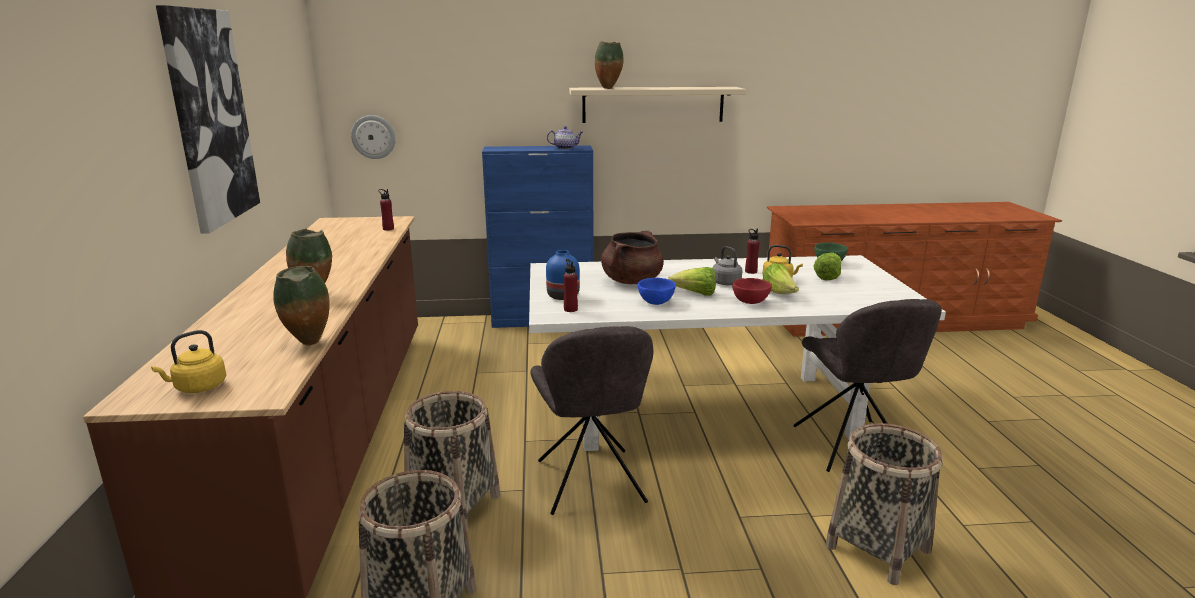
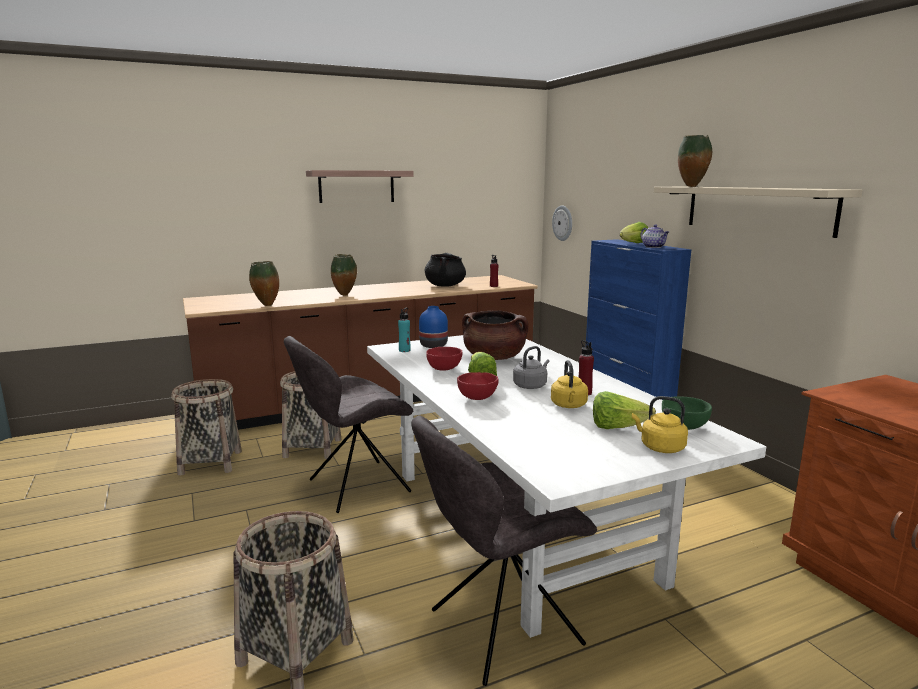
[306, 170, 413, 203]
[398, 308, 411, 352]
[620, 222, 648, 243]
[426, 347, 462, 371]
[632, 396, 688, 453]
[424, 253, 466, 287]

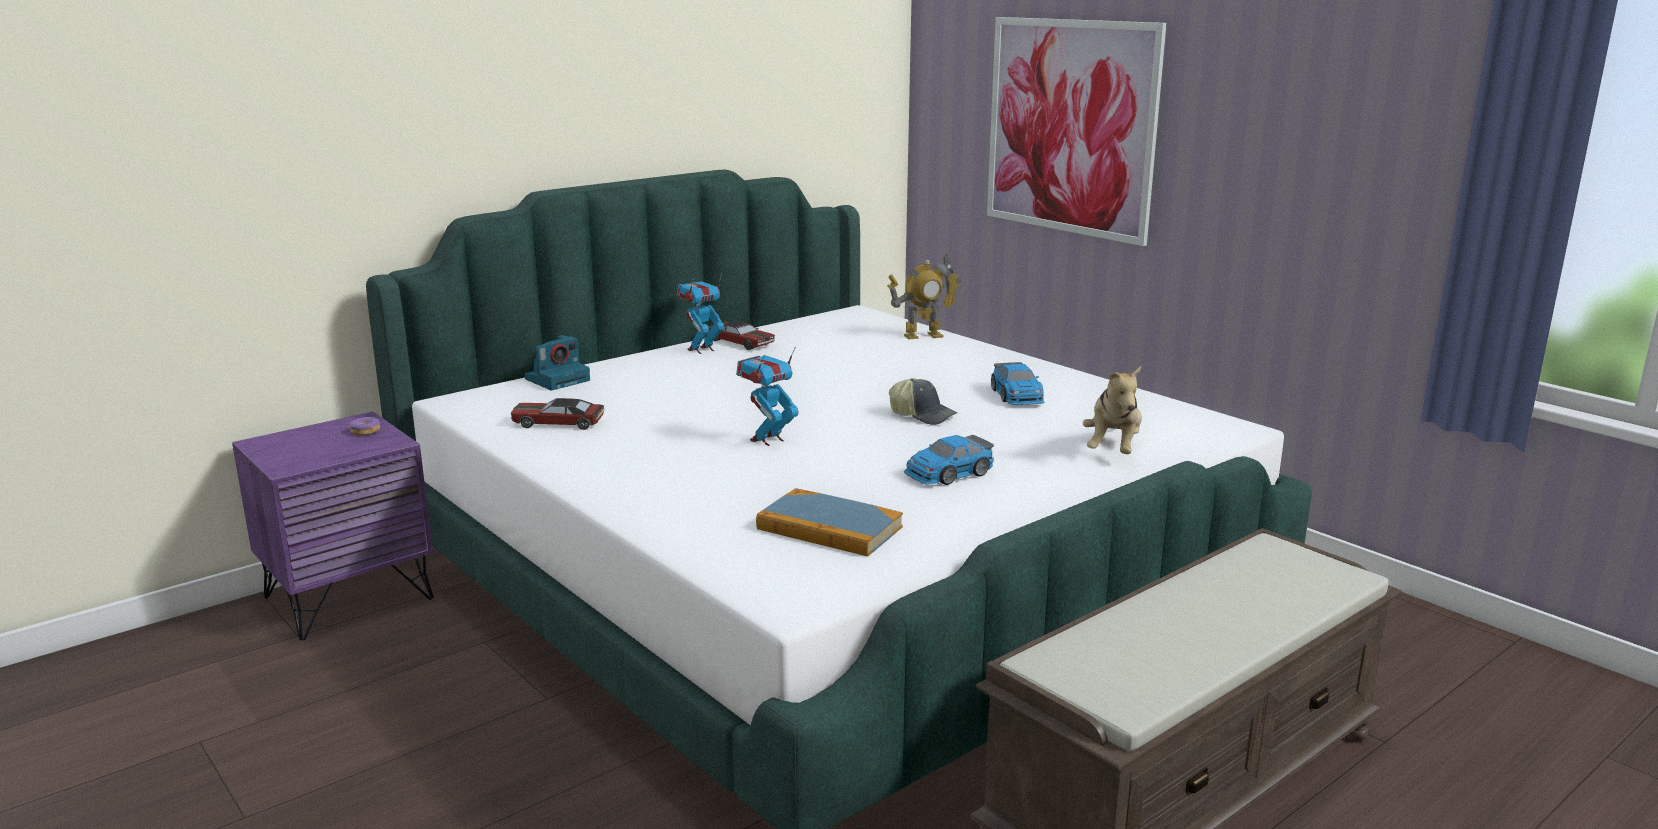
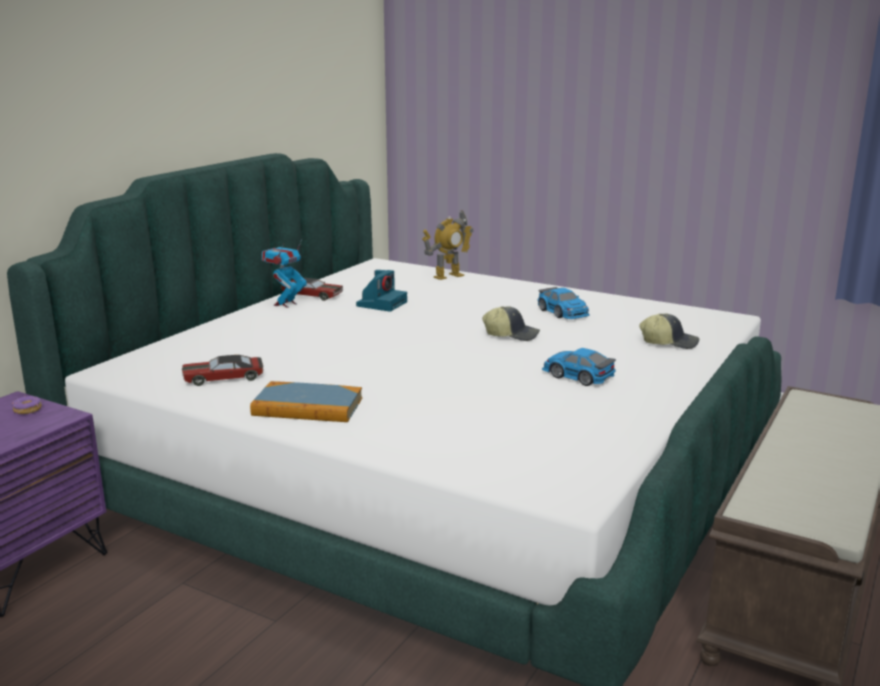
[987, 17, 1167, 246] (first image)
[356, 270, 407, 312]
[736, 347, 798, 446] (first image)
[639, 314, 699, 349]
[542, 348, 616, 386]
[250, 381, 362, 422]

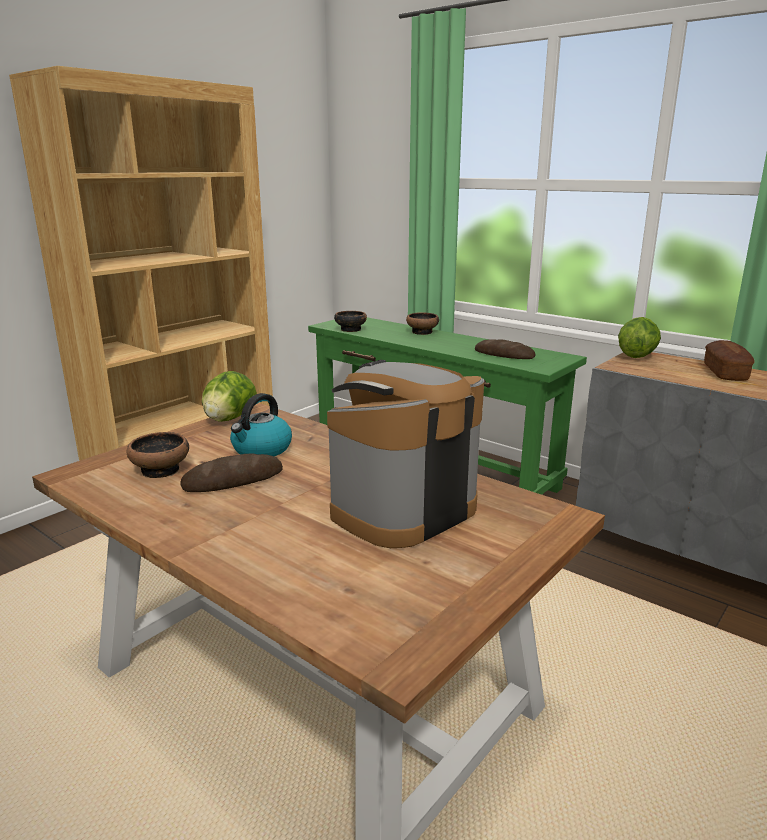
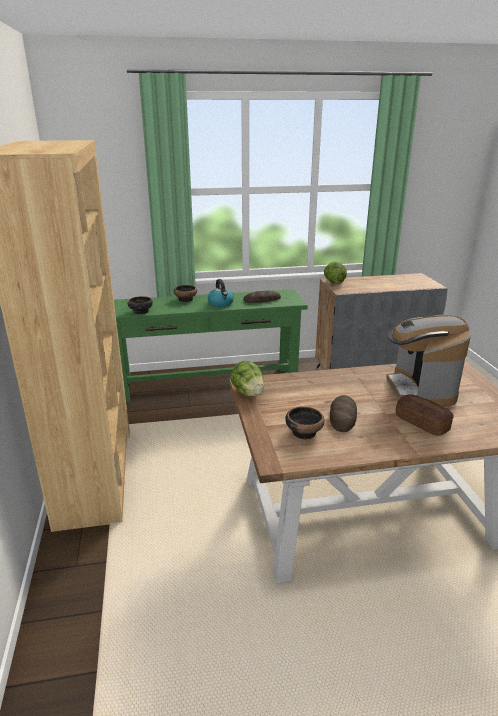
[396, 395, 454, 436]
[208, 279, 234, 307]

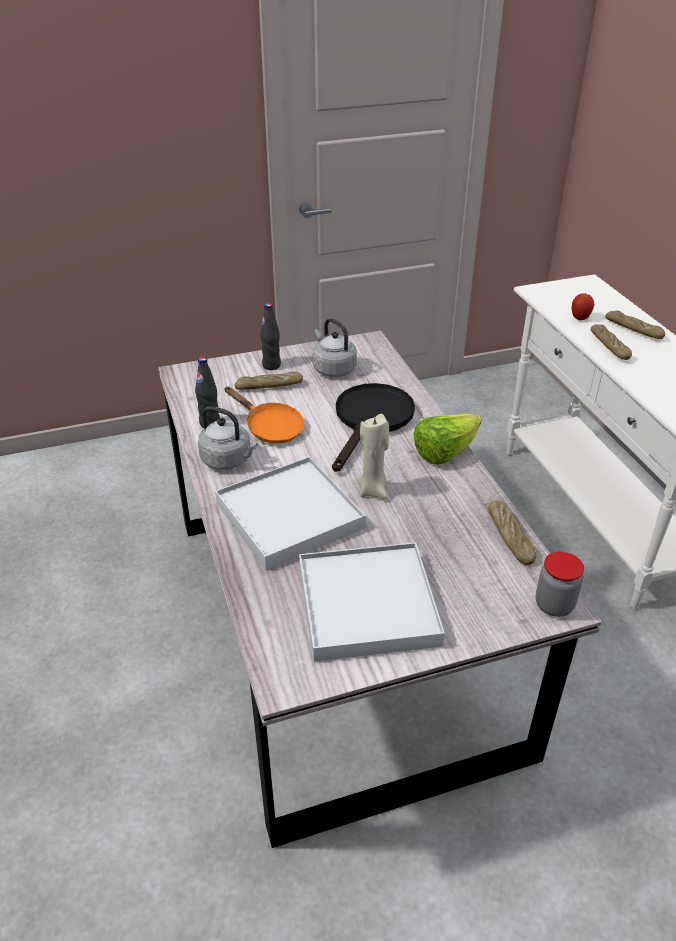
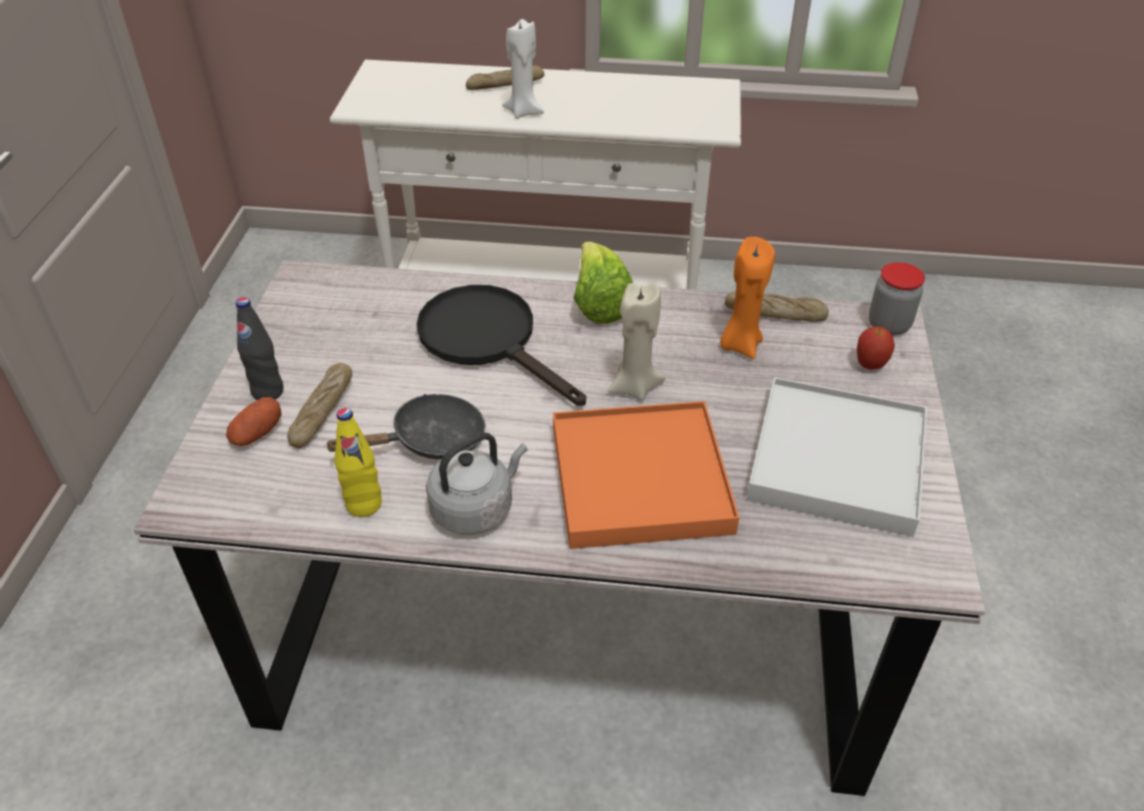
[857, 326, 895, 370]
[313, 318, 357, 377] (first image)
[502, 19, 544, 119]
[335, 408, 382, 517]
[324, 394, 486, 459]
[553, 401, 739, 549]
[720, 237, 775, 359]
[226, 397, 282, 446]

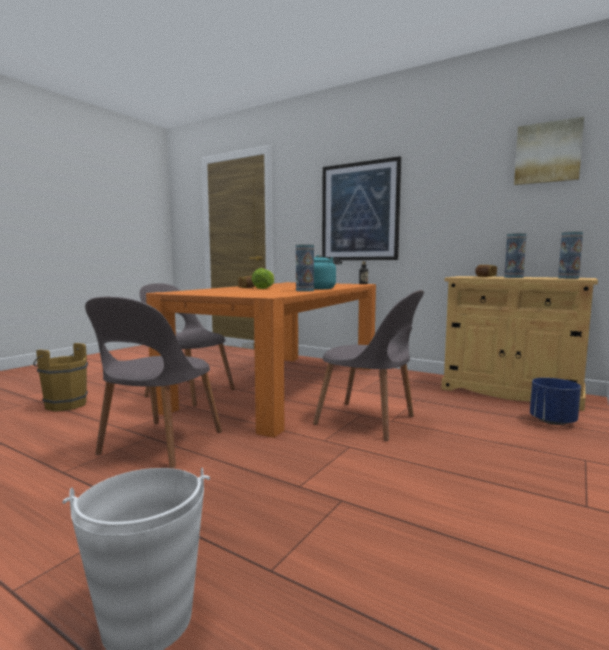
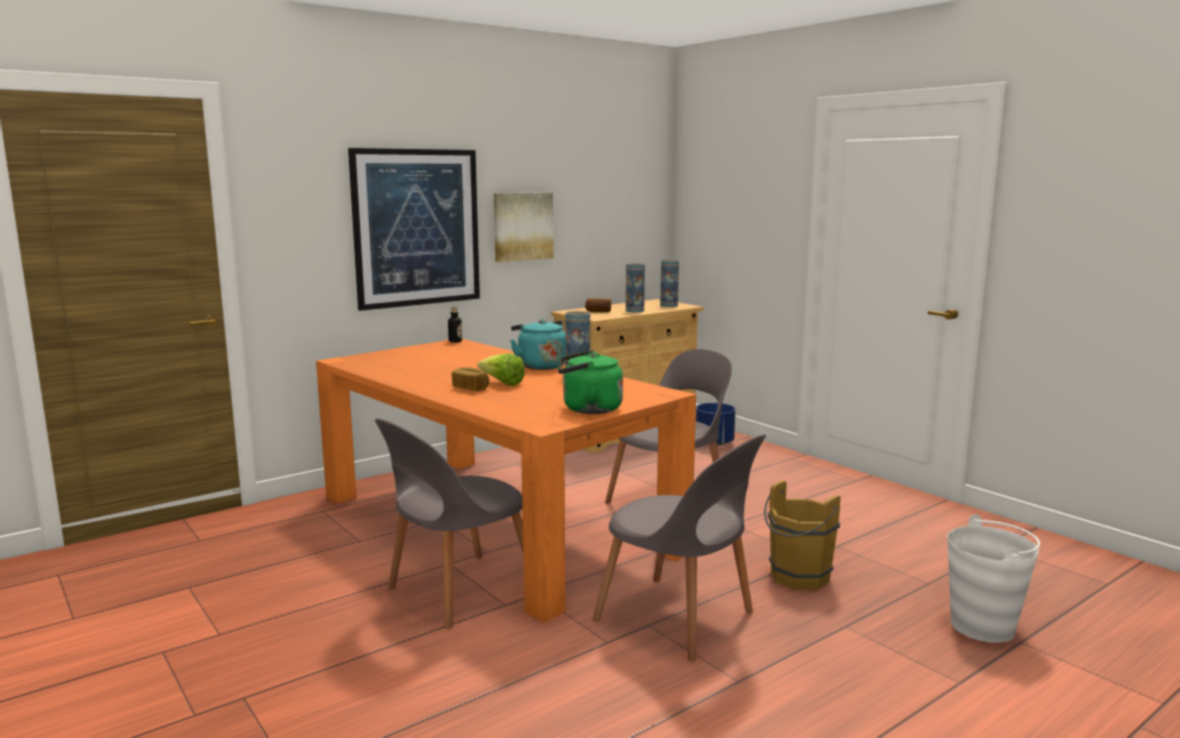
[494, 192, 554, 262]
[764, 480, 841, 590]
[558, 350, 623, 414]

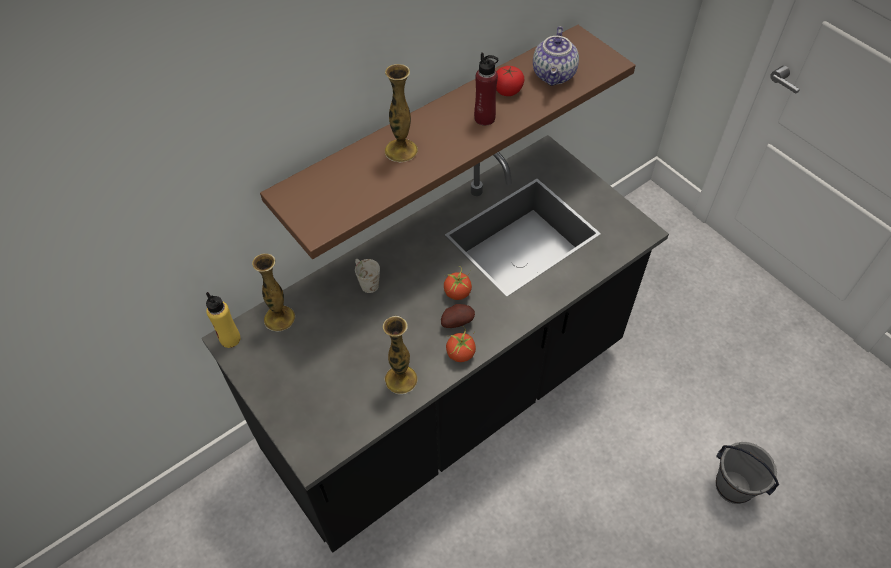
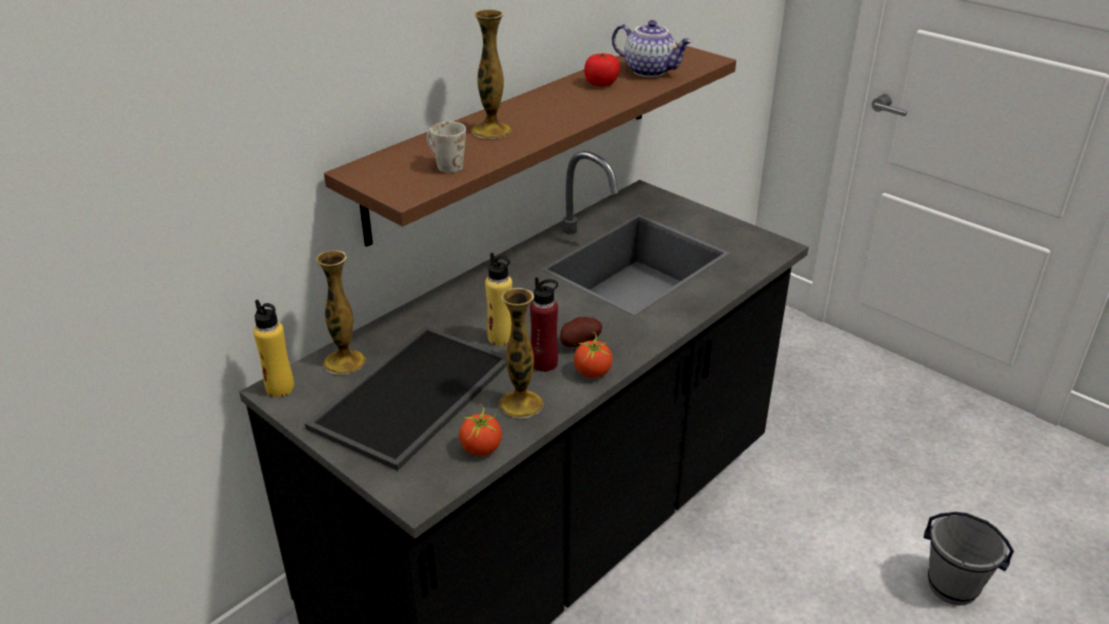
[612, 20, 692, 77]
[530, 277, 558, 372]
[427, 121, 466, 173]
[459, 404, 502, 456]
[485, 253, 512, 346]
[305, 326, 507, 471]

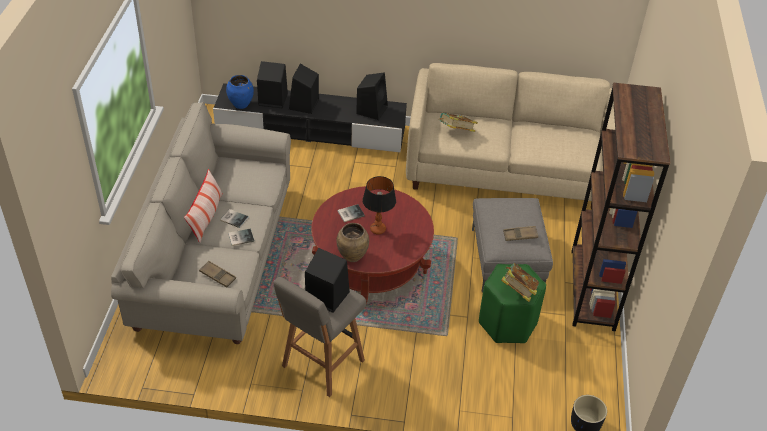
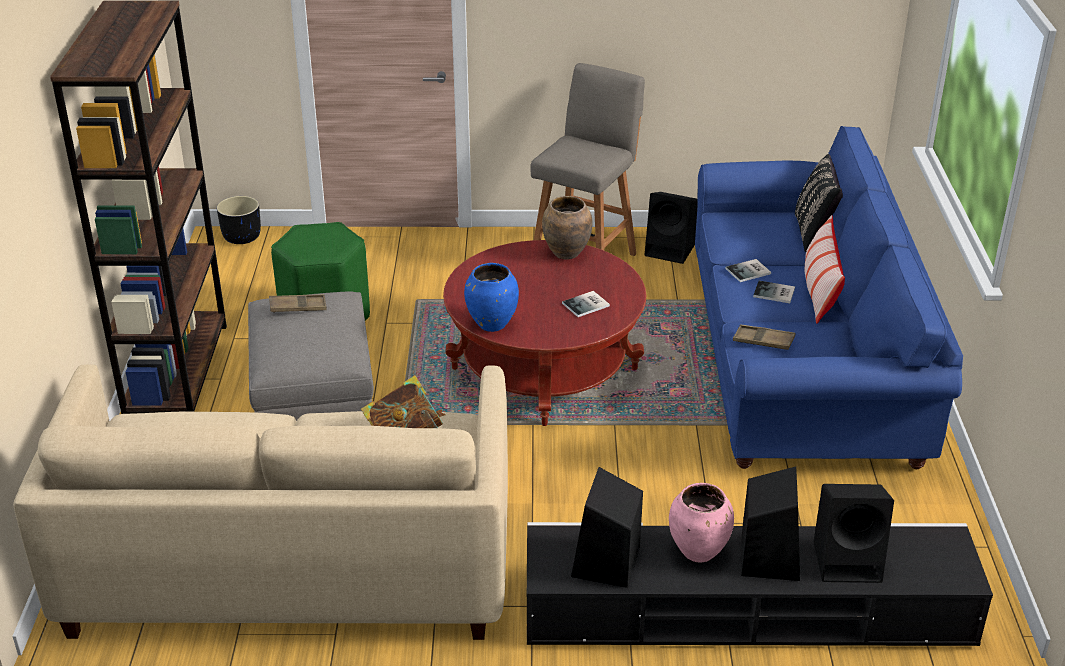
[464, 263, 519, 332]
[695, 126, 963, 469]
[362, 176, 396, 235] (first image)
[645, 192, 698, 264]
[733, 324, 795, 350]
[501, 263, 539, 302] (first image)
[795, 154, 843, 252]
[669, 483, 734, 563]

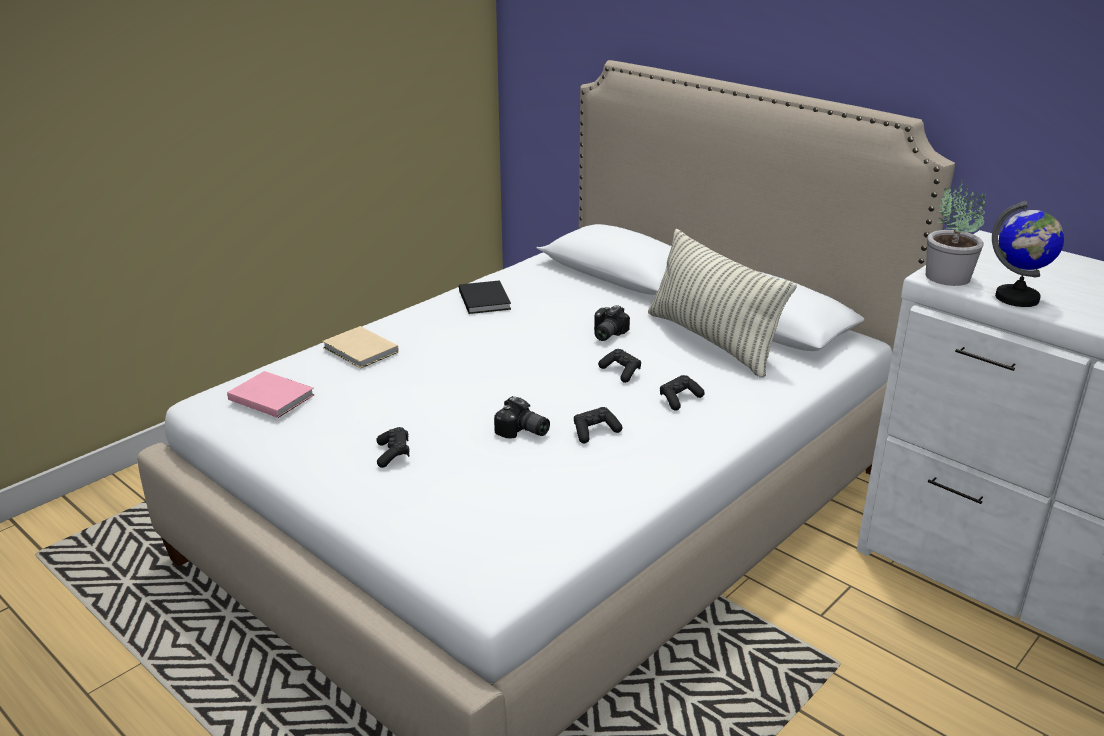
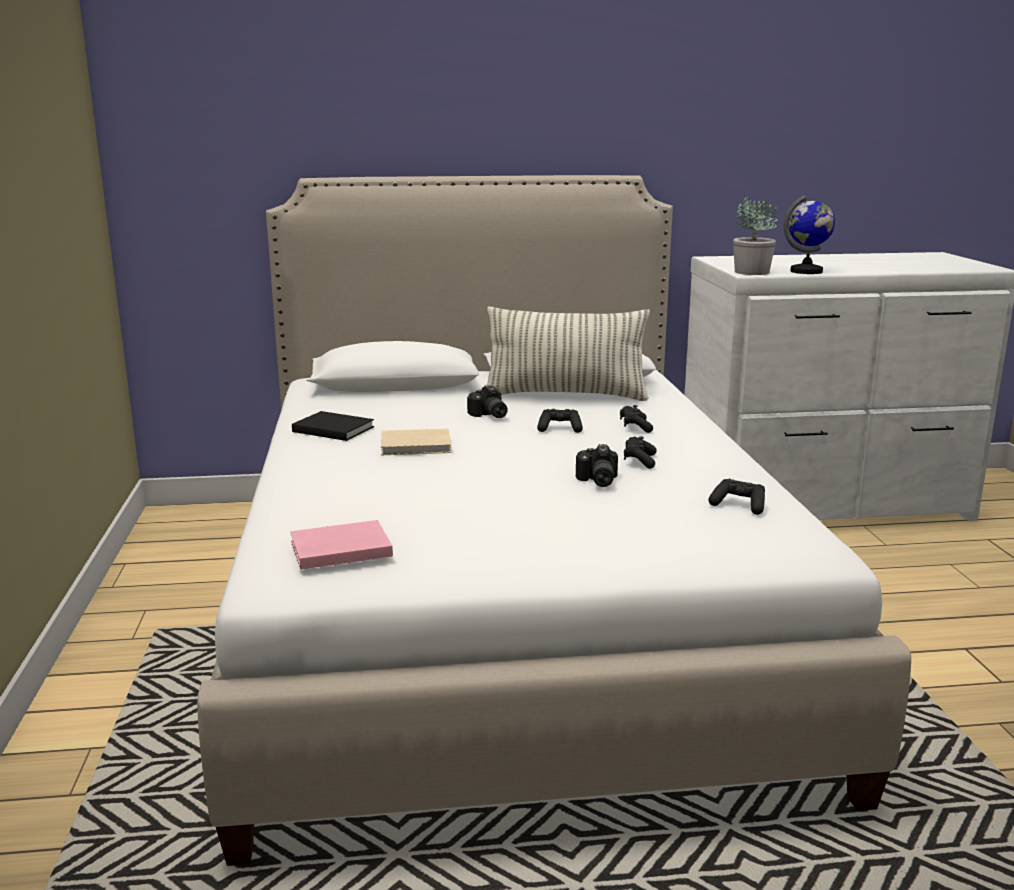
[381, 428, 451, 455]
[576, 444, 618, 487]
[708, 479, 765, 515]

